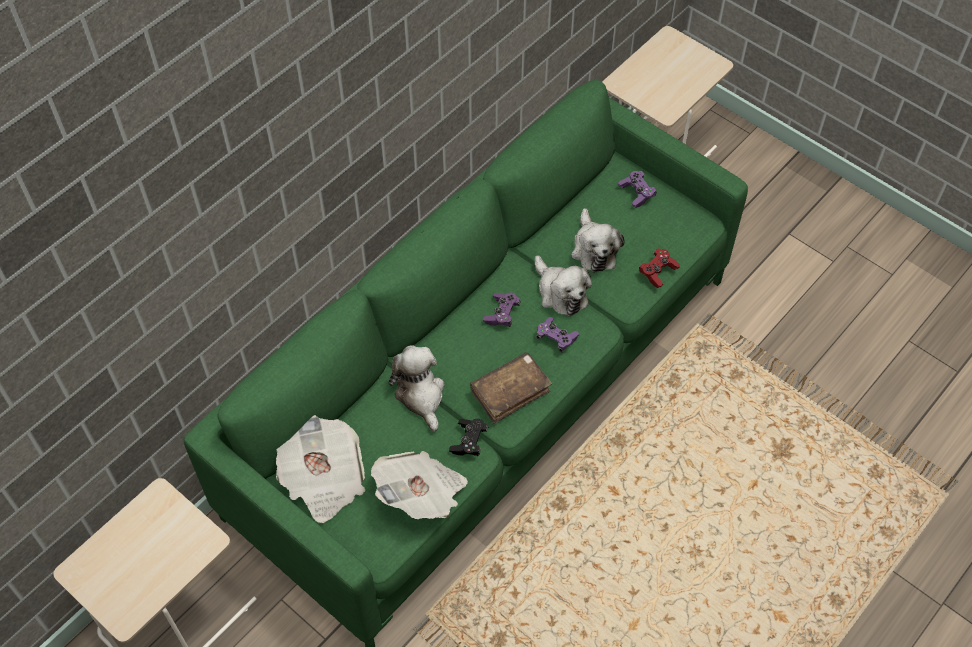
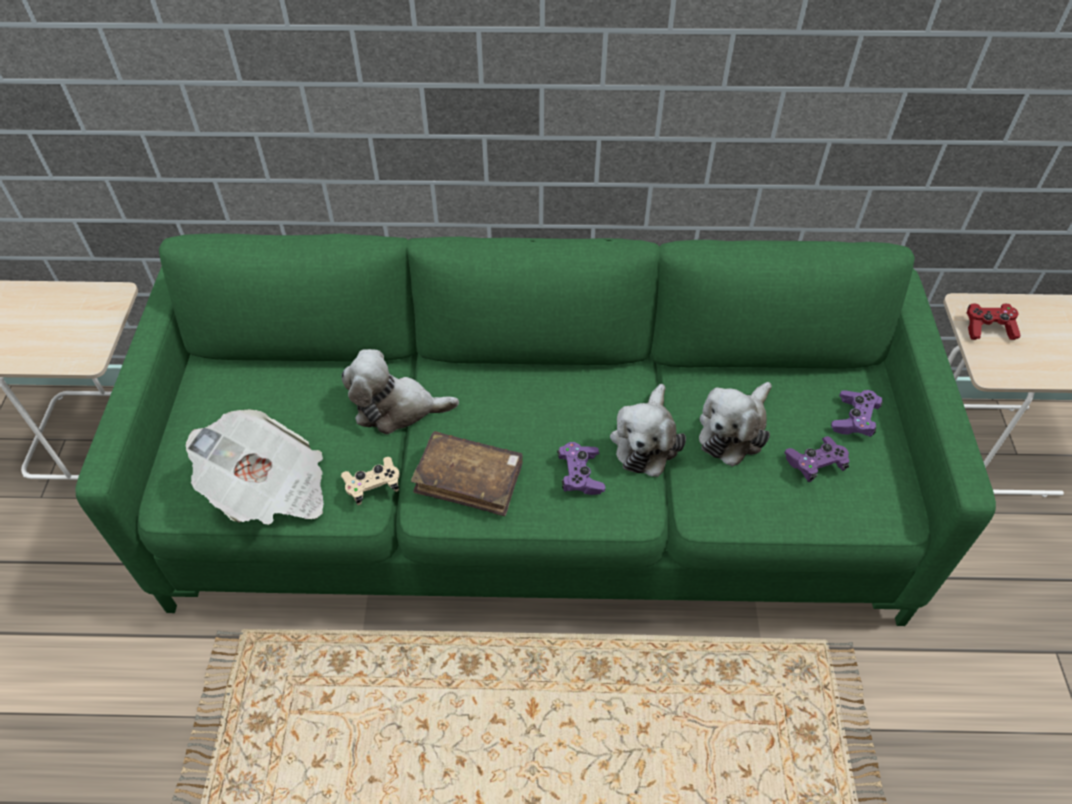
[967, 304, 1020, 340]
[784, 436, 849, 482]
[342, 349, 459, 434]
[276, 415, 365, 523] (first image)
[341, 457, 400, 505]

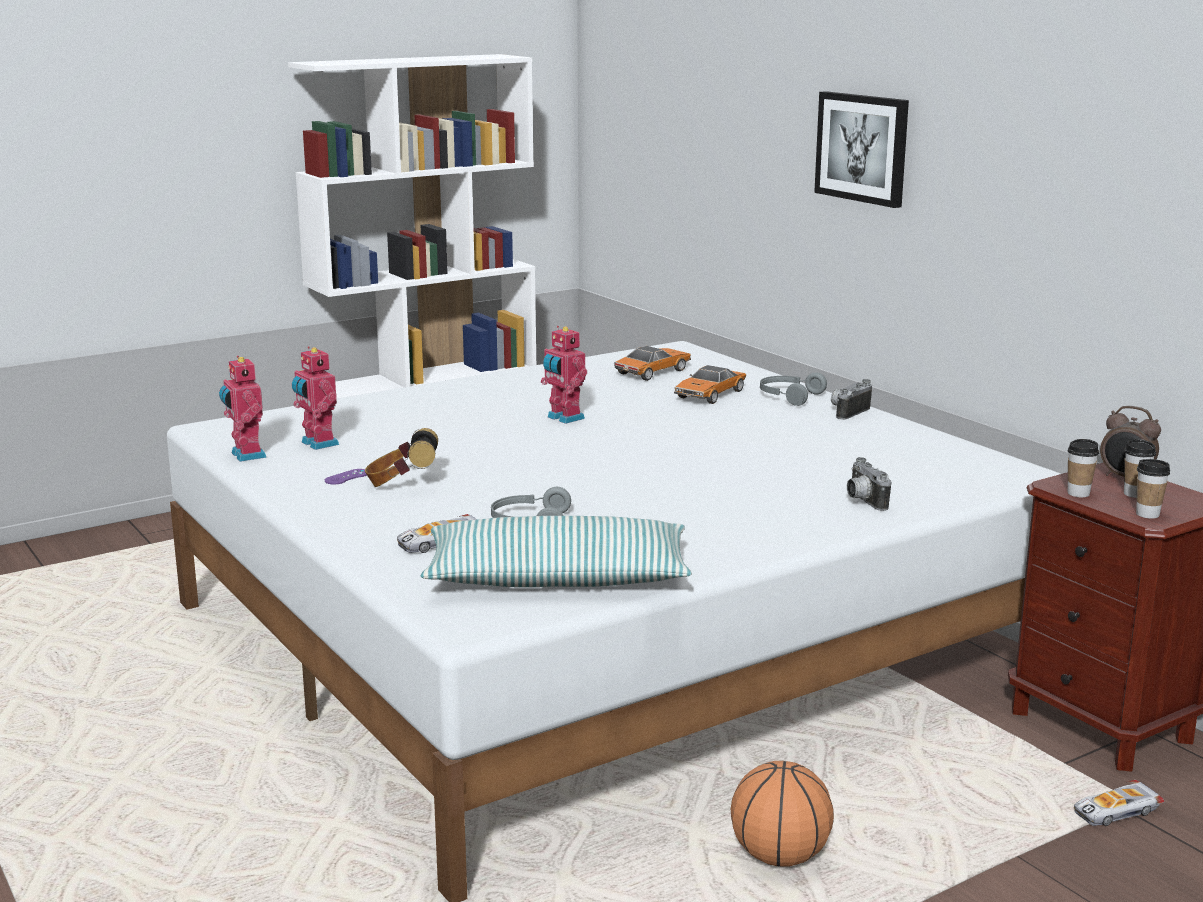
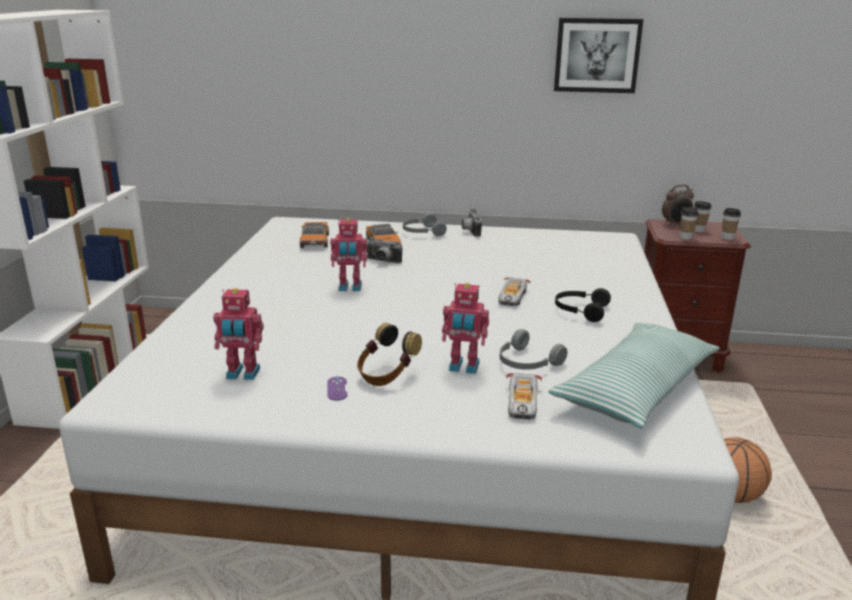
[554, 18, 643, 93]
[442, 283, 489, 374]
[367, 237, 402, 264]
[499, 277, 531, 306]
[555, 288, 611, 322]

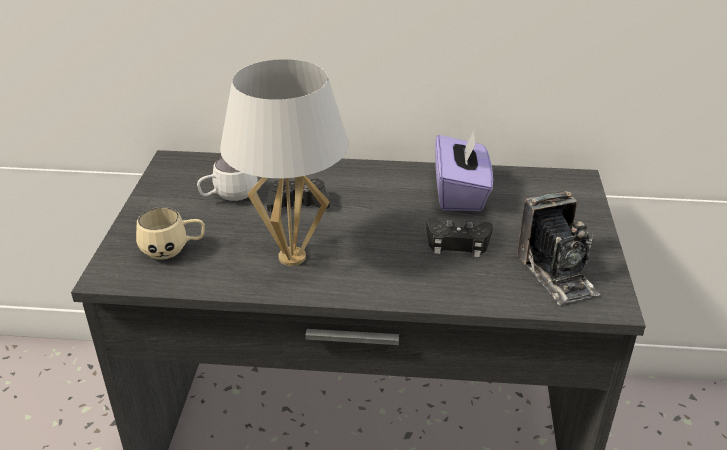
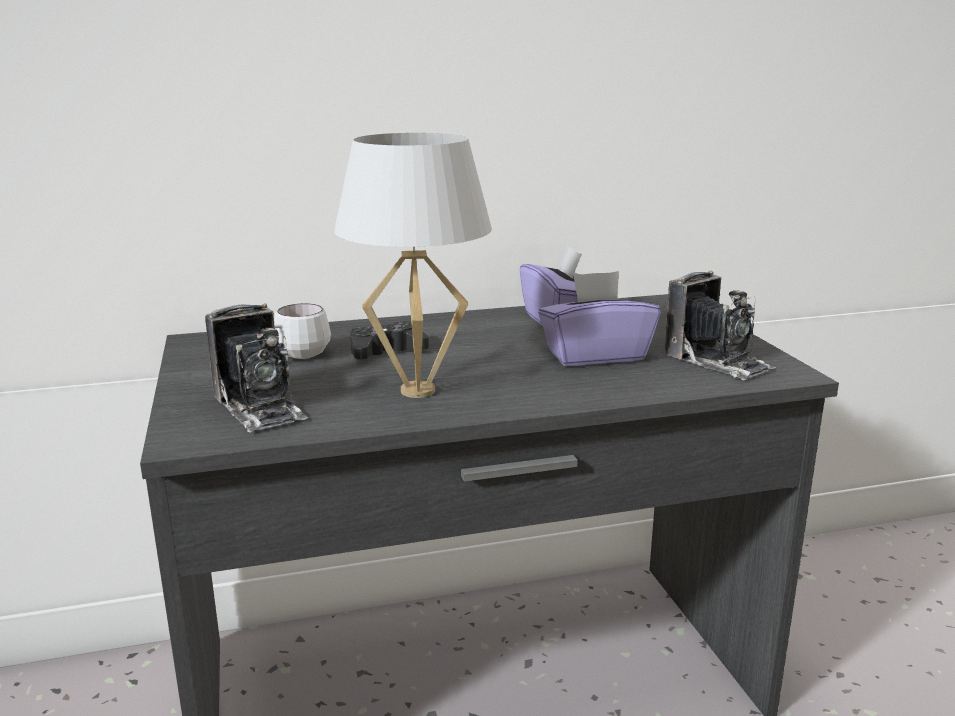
[205, 303, 309, 432]
[538, 271, 661, 366]

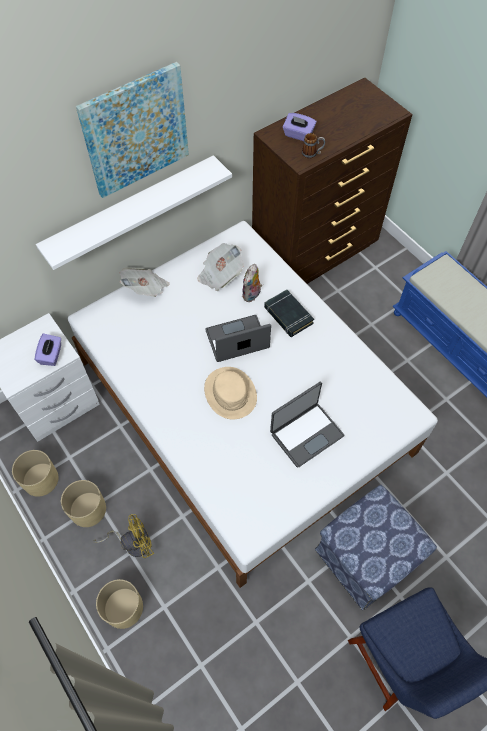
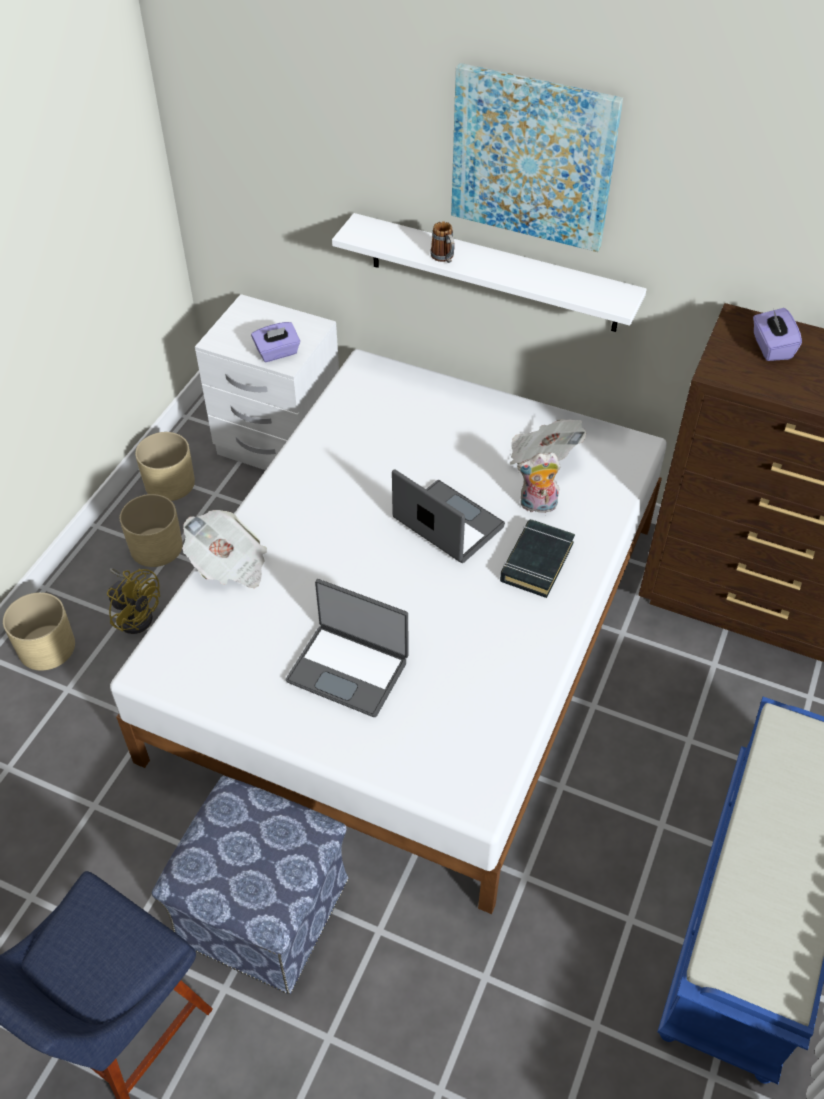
[430, 221, 455, 263]
[182, 510, 267, 588]
[204, 367, 257, 419] (first image)

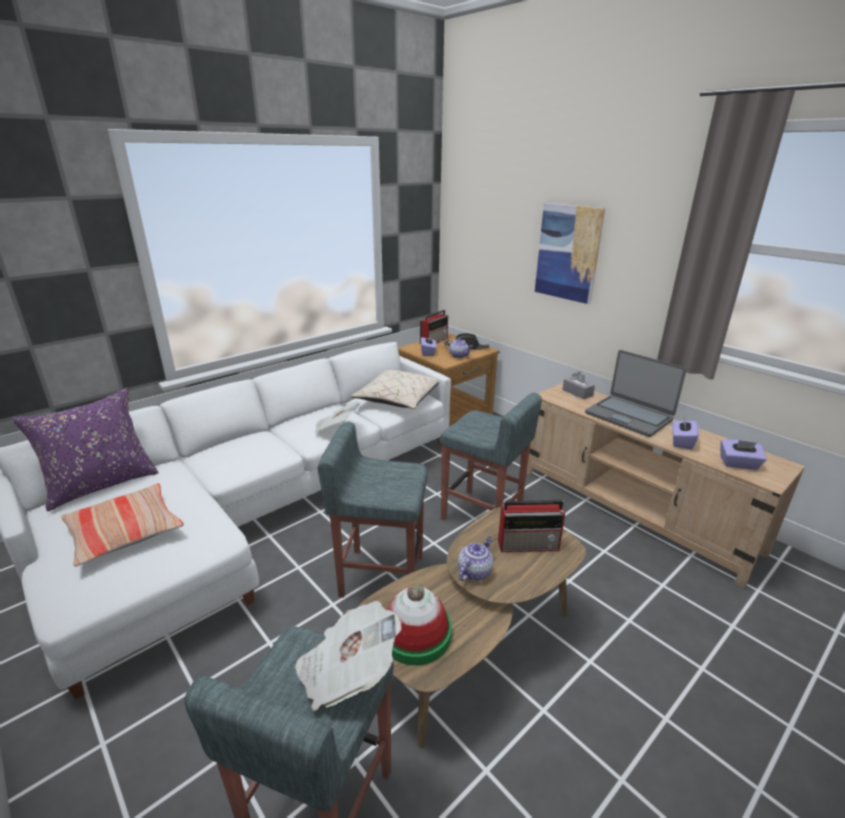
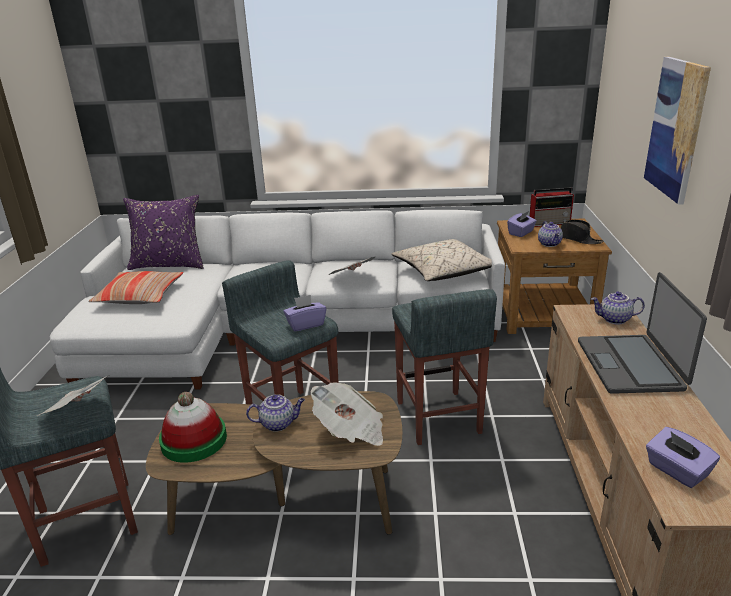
[591, 291, 645, 324]
[283, 295, 326, 332]
[311, 383, 383, 446]

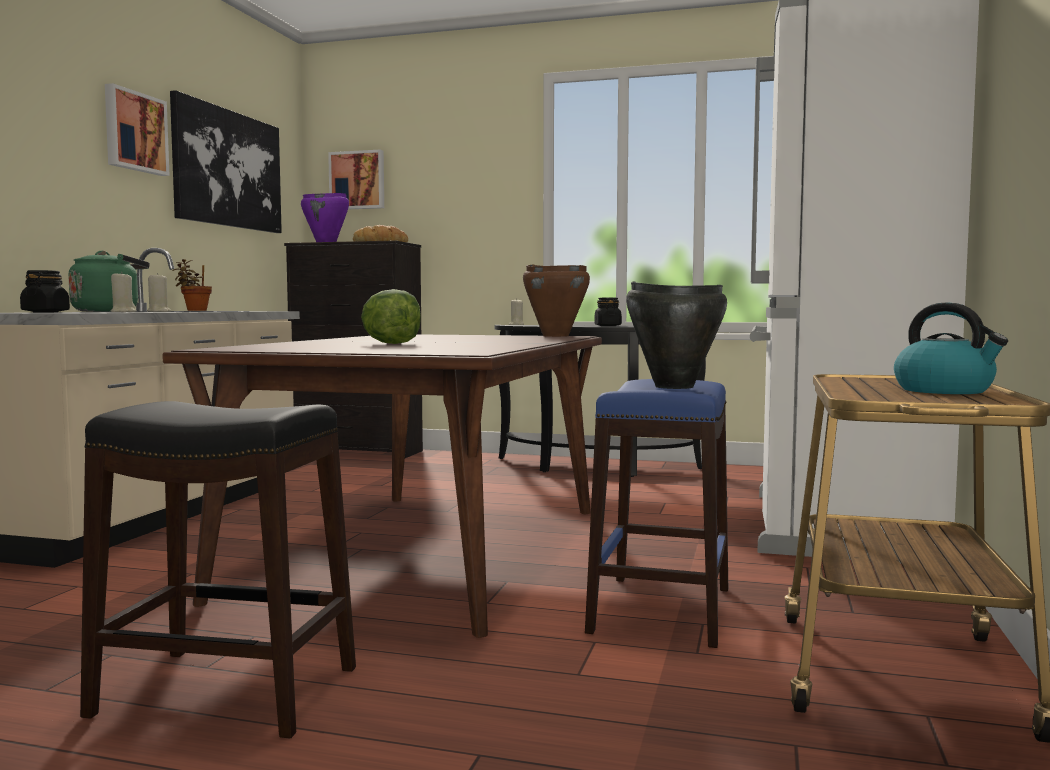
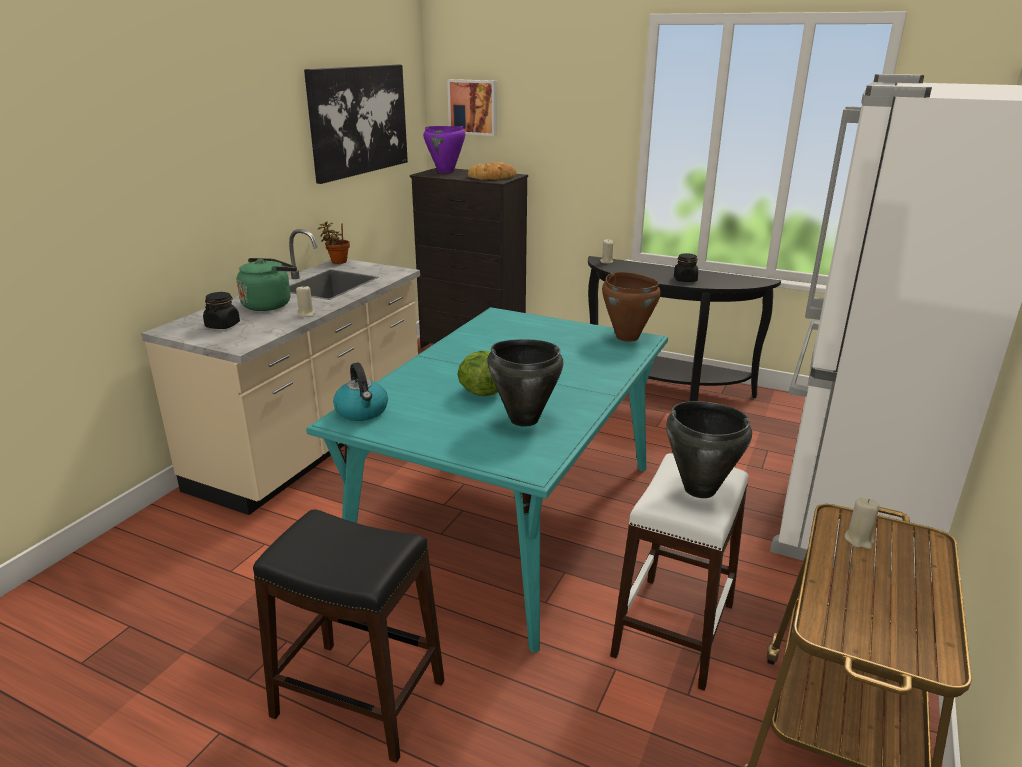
[105, 83, 170, 176] (first image)
[844, 498, 880, 549]
[333, 363, 388, 421]
[306, 307, 668, 653]
[610, 453, 748, 691]
[487, 339, 564, 426]

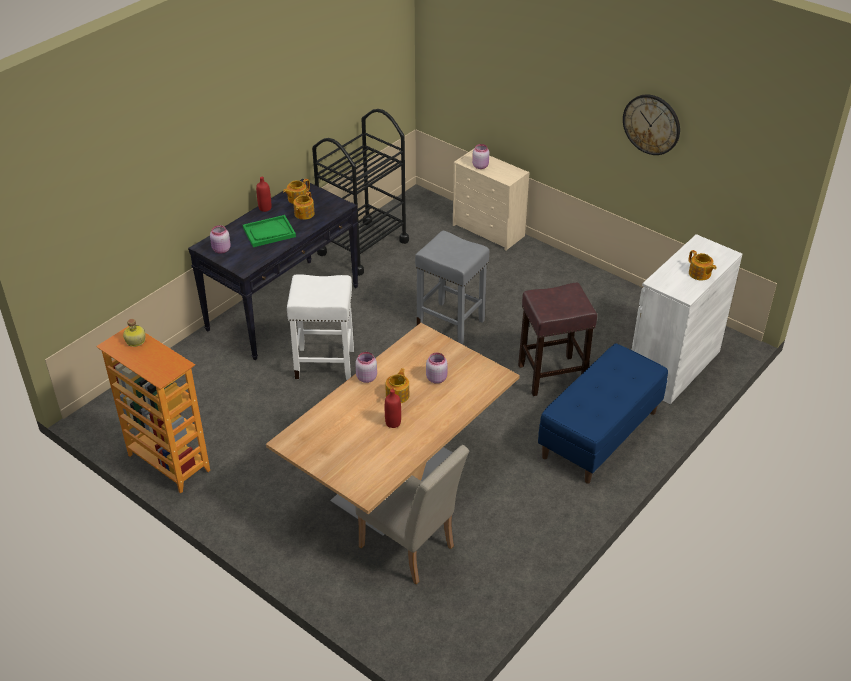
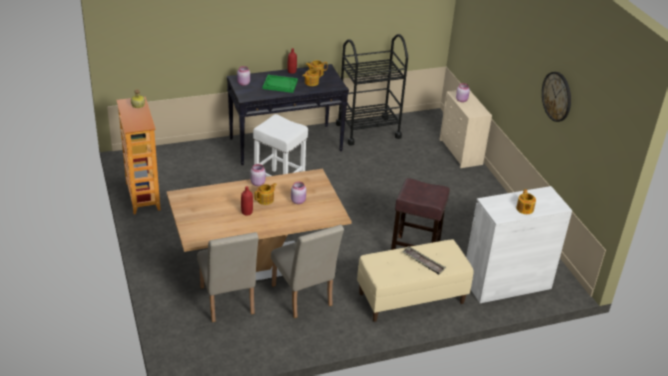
[415, 231, 489, 344] (first image)
[357, 239, 473, 322]
[271, 225, 344, 318]
[402, 246, 446, 275]

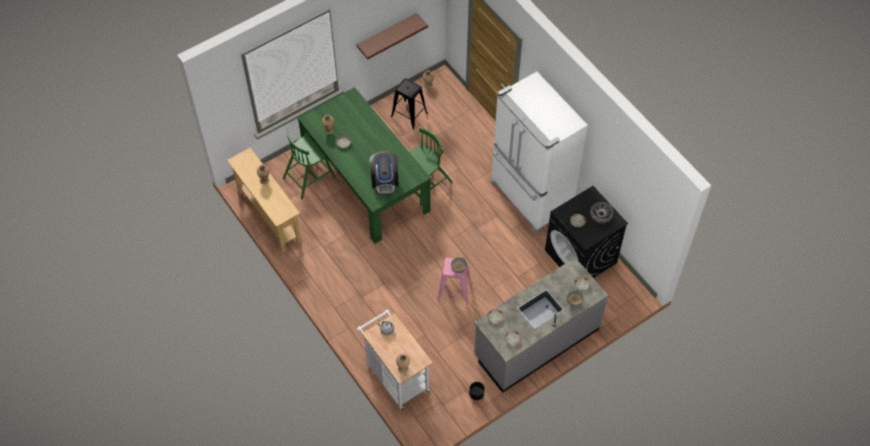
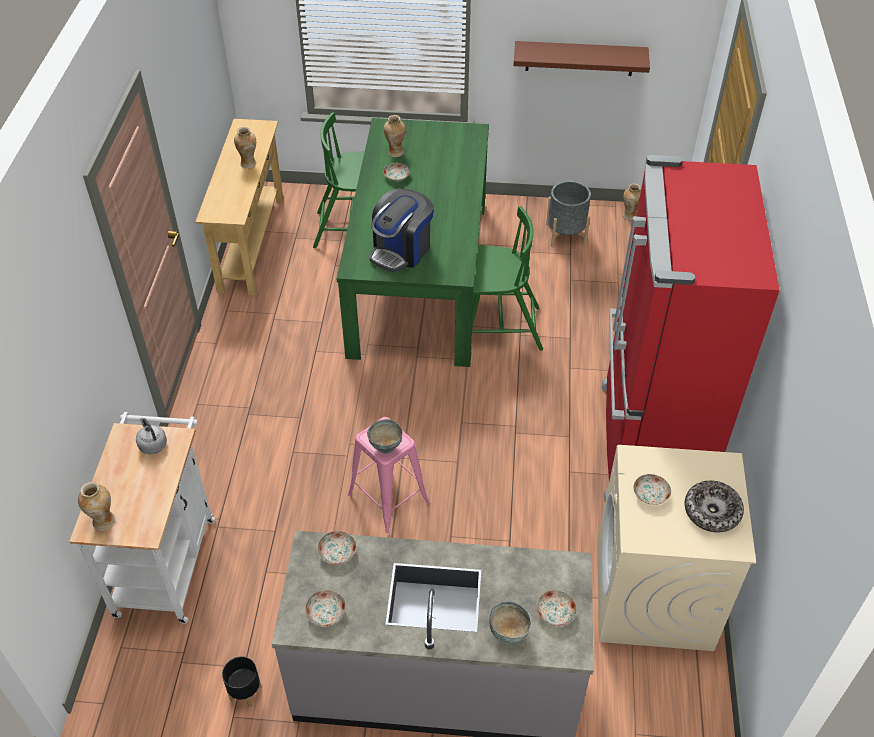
[602, 155, 780, 500]
[546, 181, 591, 247]
[597, 445, 756, 651]

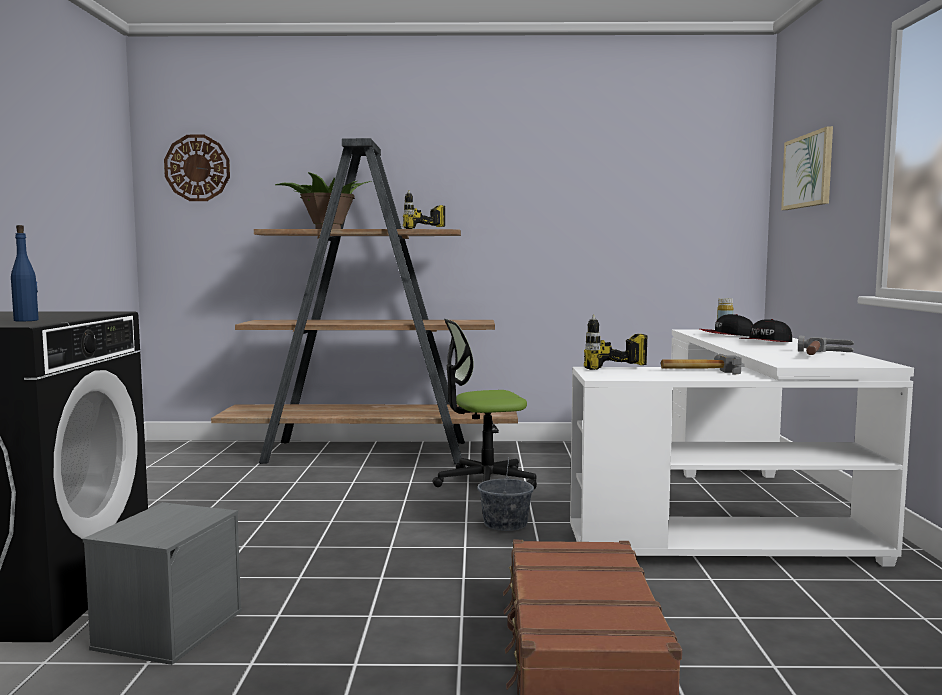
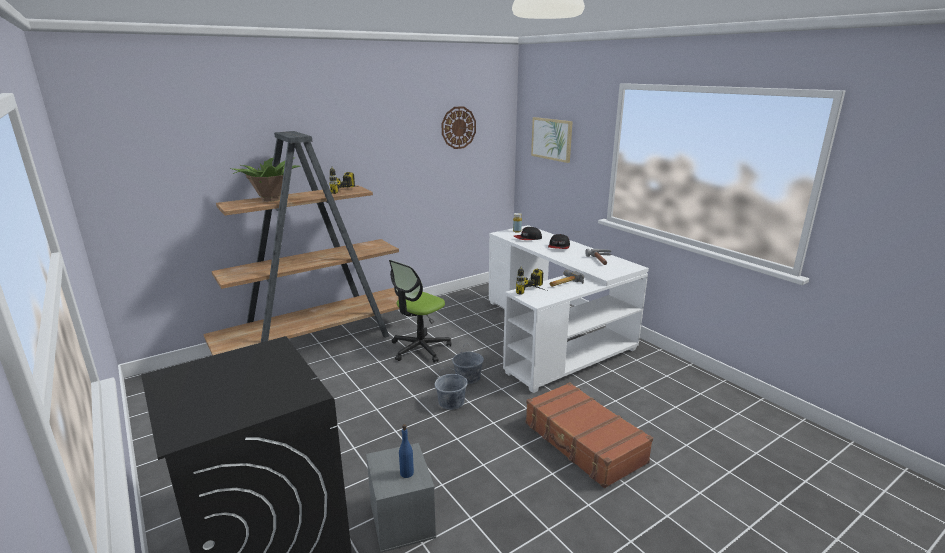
[442, 106, 476, 149]
[399, 424, 414, 478]
[435, 368, 468, 410]

